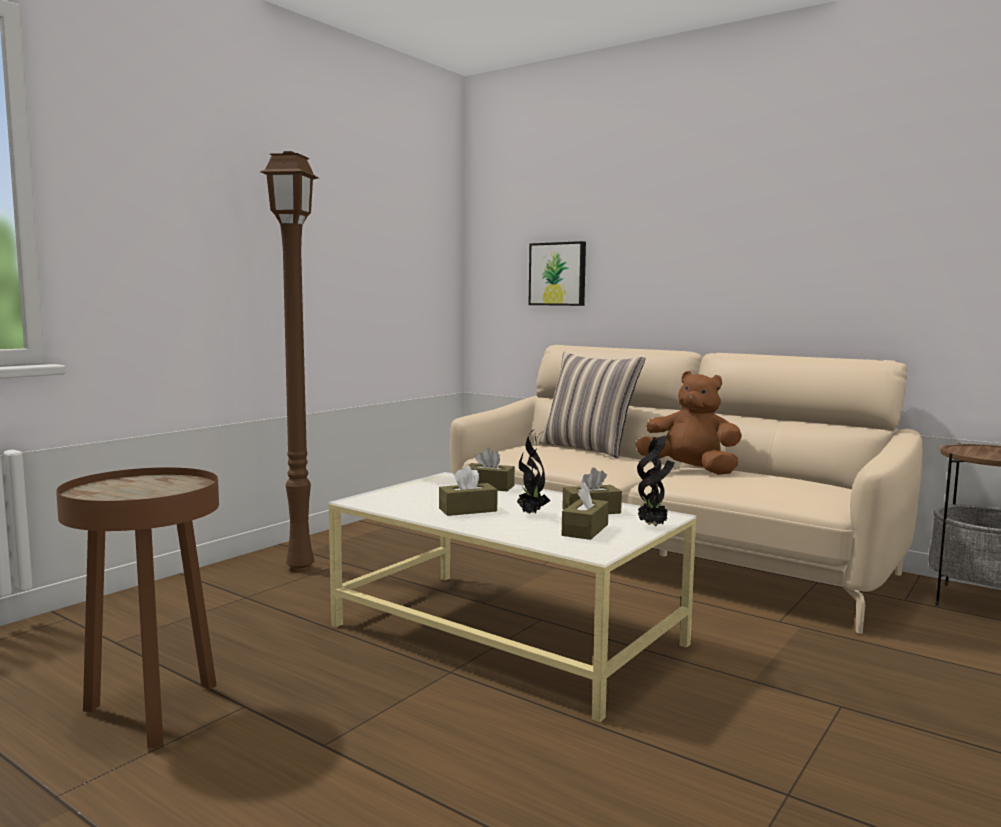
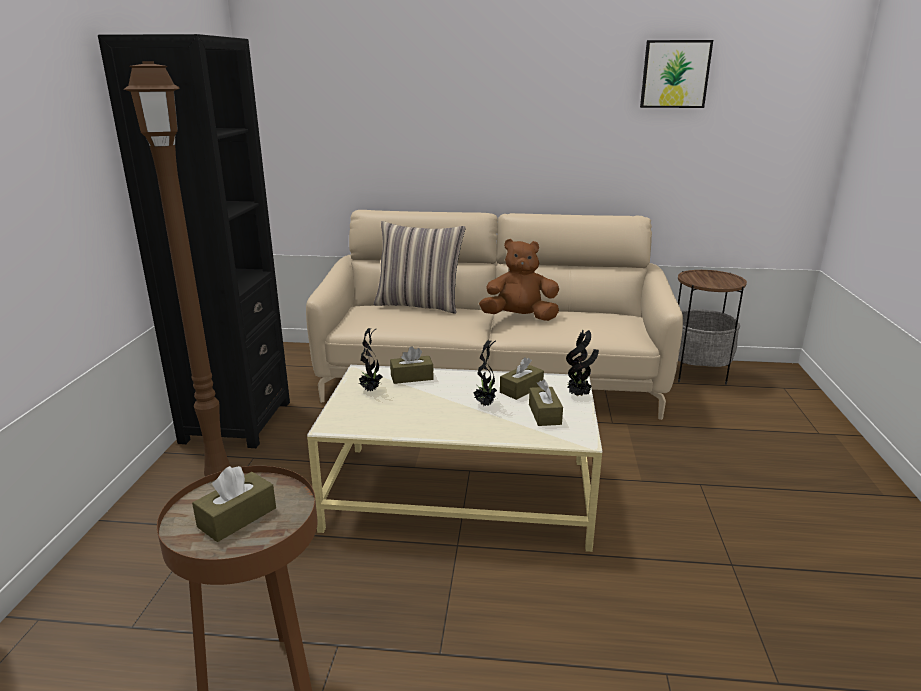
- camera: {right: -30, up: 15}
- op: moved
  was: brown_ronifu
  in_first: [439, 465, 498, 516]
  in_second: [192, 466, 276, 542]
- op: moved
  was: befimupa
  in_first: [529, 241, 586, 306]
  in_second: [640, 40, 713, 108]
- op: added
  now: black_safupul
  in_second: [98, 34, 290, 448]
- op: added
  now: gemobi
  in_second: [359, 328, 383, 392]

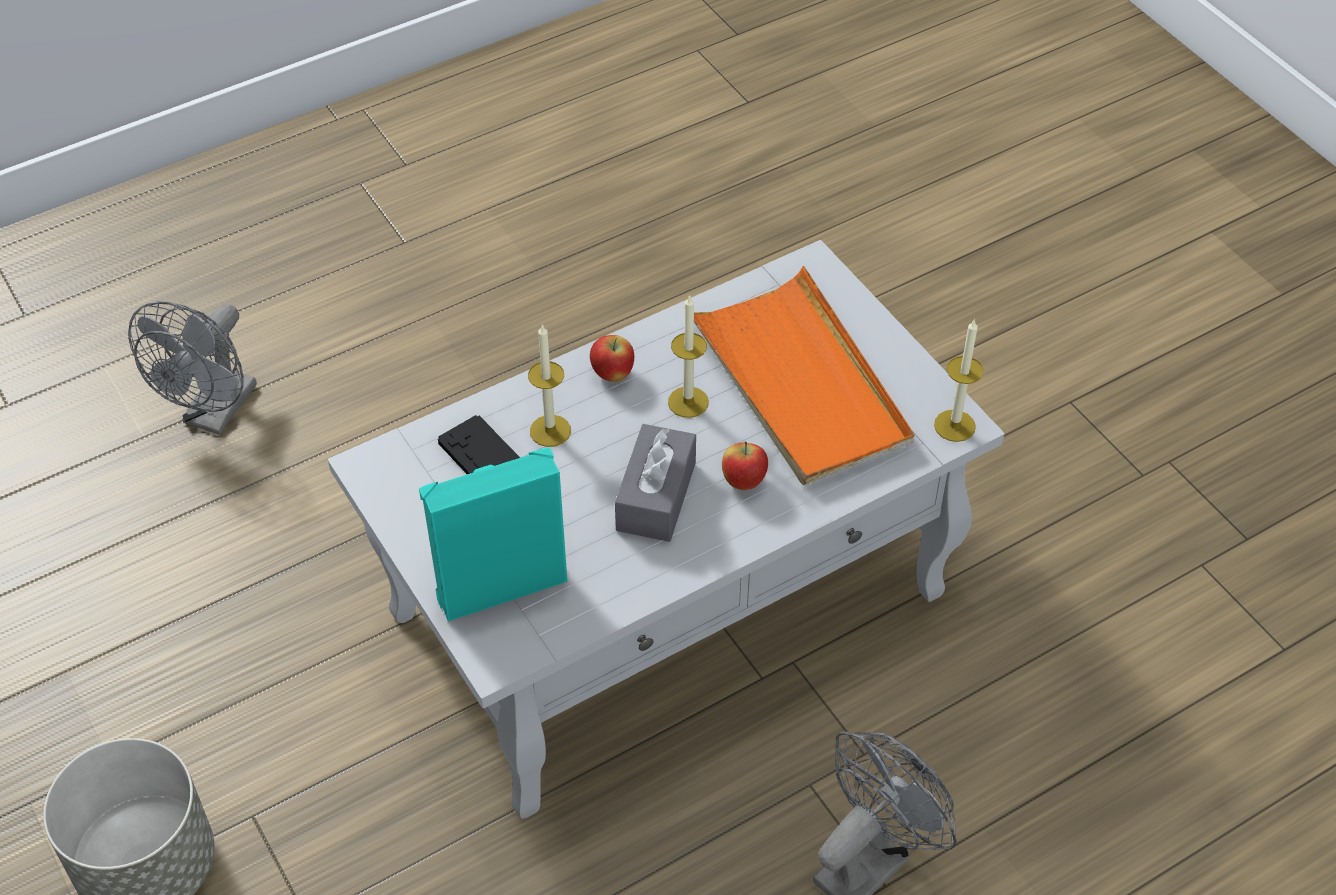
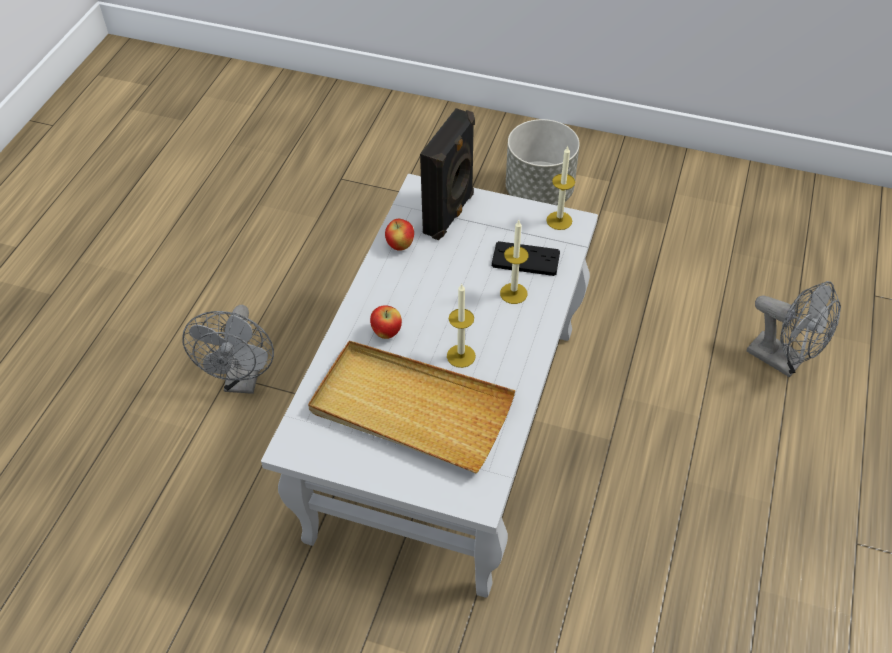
- camera: {right: 140, up: 0}
- op: turned
  was: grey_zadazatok
  in_first: [128, 301, 257, 435]
  in_second: [747, 281, 841, 378]
  clockwise: 150
- op: recoloured
  was: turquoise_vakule
  now: black_vakule
  in_first: [419, 447, 567, 621]
  in_second: [420, 108, 475, 240]
- op: moved
  was: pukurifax
  in_first: [590, 335, 634, 382]
  in_second: [385, 219, 414, 251]
- op: removed
  was: grey_ronifu
  in_first: [615, 424, 696, 542]
- op: recoloured
  was: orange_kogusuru
  now: beige_kogusuru
  in_first: [684, 266, 914, 485]
  in_second: [308, 340, 515, 473]
- op: moved
  was: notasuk
  in_first: [934, 319, 983, 442]
  in_second: [546, 146, 575, 230]

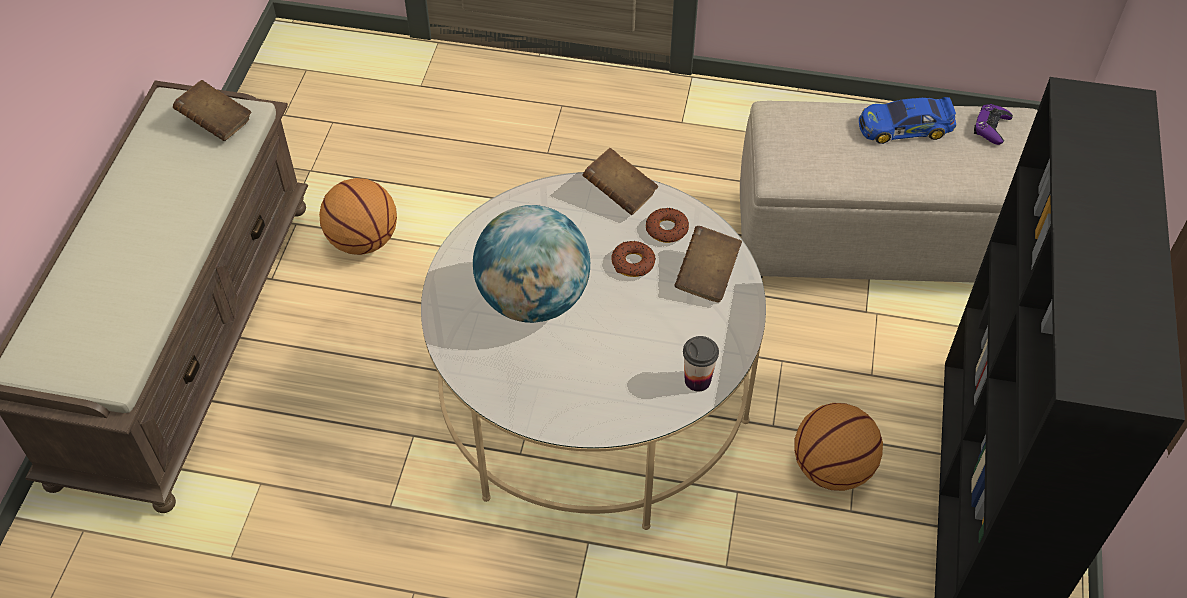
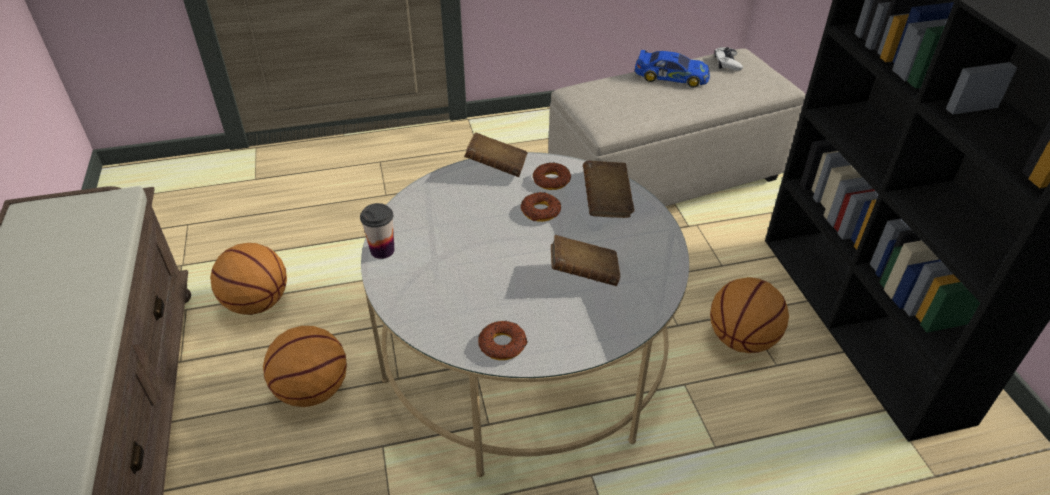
- camera: {right: -25, up: -10}
- op: moved
  was: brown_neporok
  in_first: [173, 80, 252, 141]
  in_second: [551, 235, 620, 286]
- op: removed
  was: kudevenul
  in_first: [473, 205, 590, 323]
- op: moved
  was: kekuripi
  in_first: [683, 336, 719, 391]
  in_second: [360, 203, 394, 259]
- op: turned
  was: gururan
  in_first: [859, 97, 956, 144]
  in_second: [635, 50, 710, 87]
  clockwise: -135
- op: recoloured
  was: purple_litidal
  now: white_litidal
  in_first: [974, 104, 1013, 145]
  in_second: [714, 47, 743, 71]
- op: added
  now: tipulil
  in_second: [263, 326, 347, 407]
- op: added
  now: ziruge
  in_second: [478, 321, 528, 360]

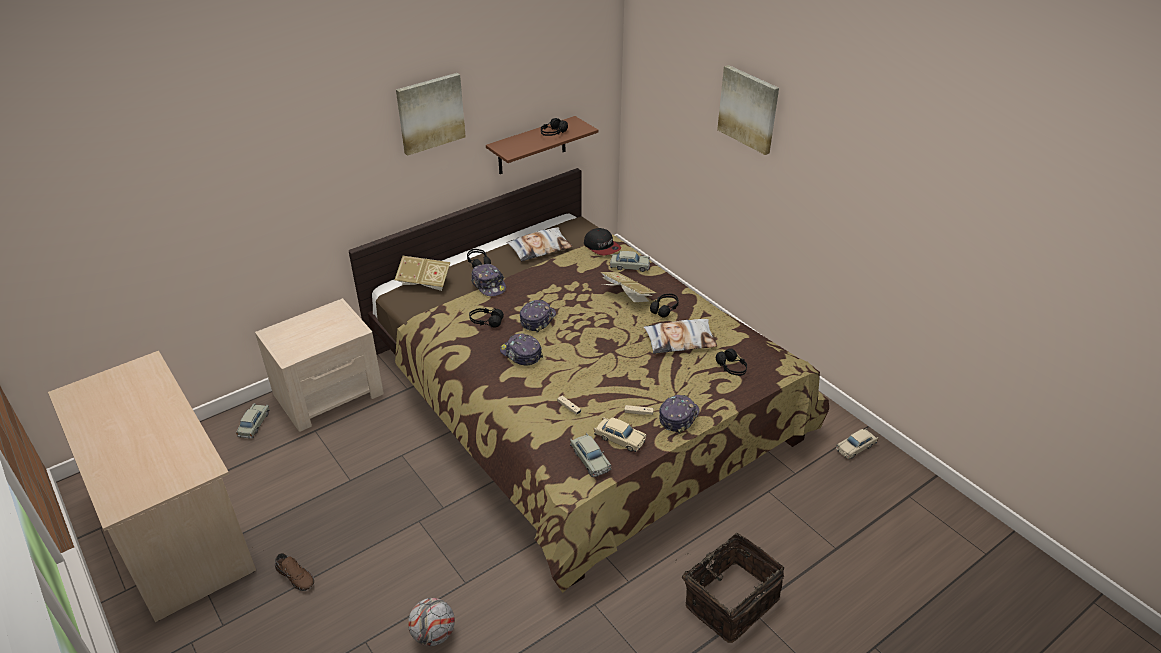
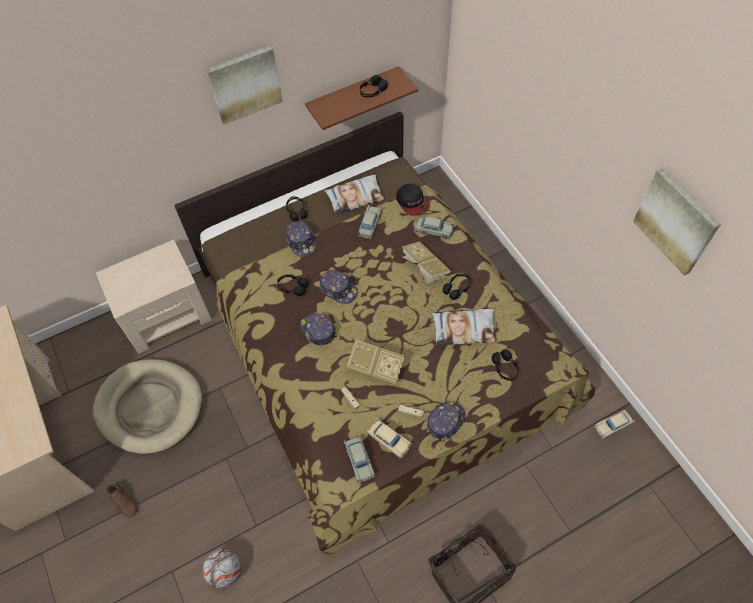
- camera: {right: 10, up: 20}
- op: moved
  was: beige_gururan
  in_first: [236, 403, 270, 438]
  in_second: [358, 205, 382, 239]
- op: moved
  was: neporok
  in_first: [395, 256, 450, 291]
  in_second: [346, 339, 405, 384]
- op: turned
  was: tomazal
  in_first: [520, 300, 556, 333]
  in_second: [319, 270, 358, 304]
  clockwise: 90
- op: moved
  was: befimupa
  in_first: [717, 65, 779, 155]
  in_second: [633, 168, 721, 276]
- op: added
  now: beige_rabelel
  in_second: [92, 359, 202, 454]

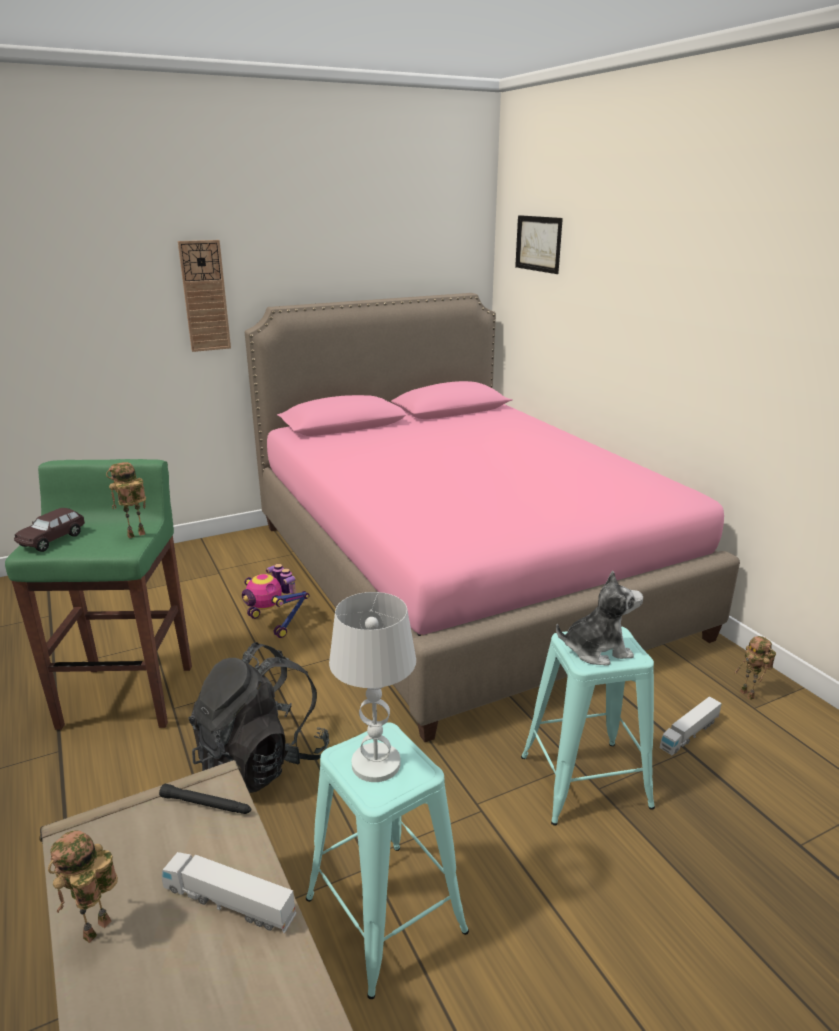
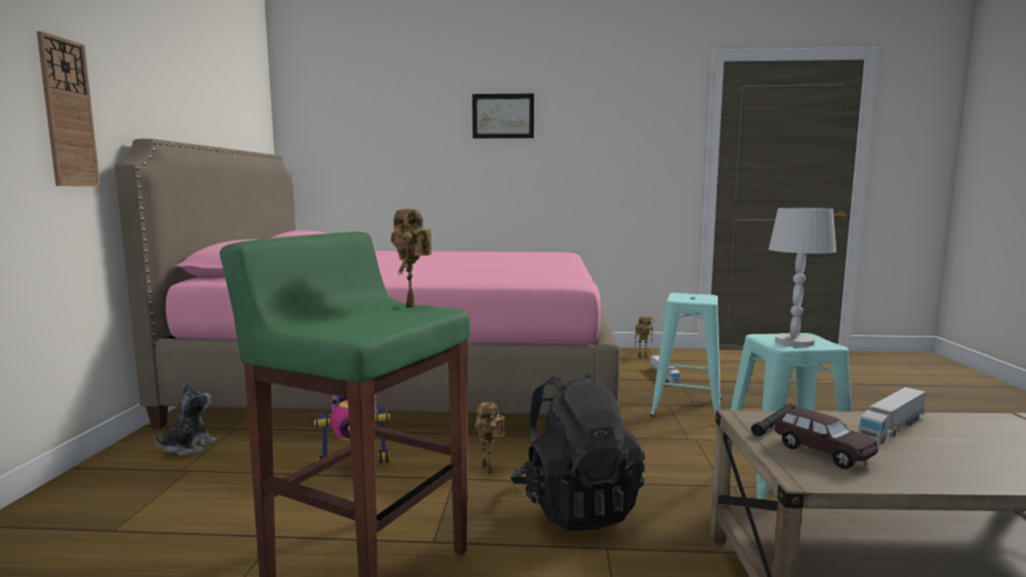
- camera: {right: -60, up: -15}
- op: moved
  was: brown_gururan
  in_first: [14, 508, 85, 552]
  in_second: [775, 408, 879, 469]
- op: moved
  was: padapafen
  in_first: [48, 830, 118, 943]
  in_second: [471, 402, 505, 474]
- op: moved
  was: befimupa
  in_first: [515, 215, 563, 274]
  in_second: [472, 93, 534, 138]
- op: moved
  was: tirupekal
  in_first: [556, 571, 643, 666]
  in_second: [155, 383, 217, 456]

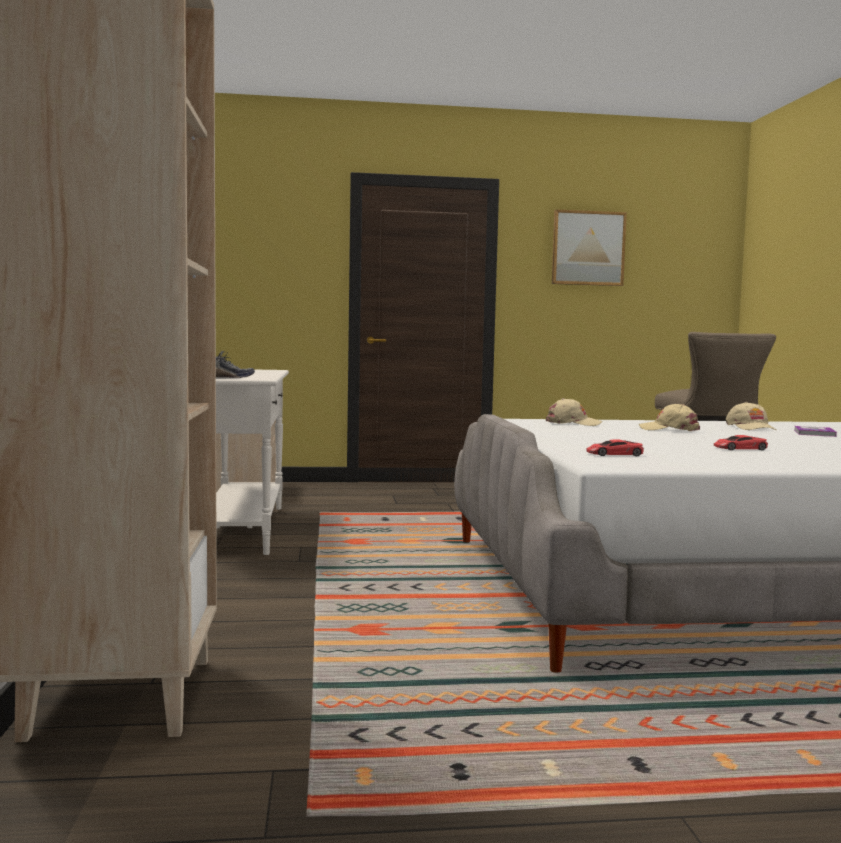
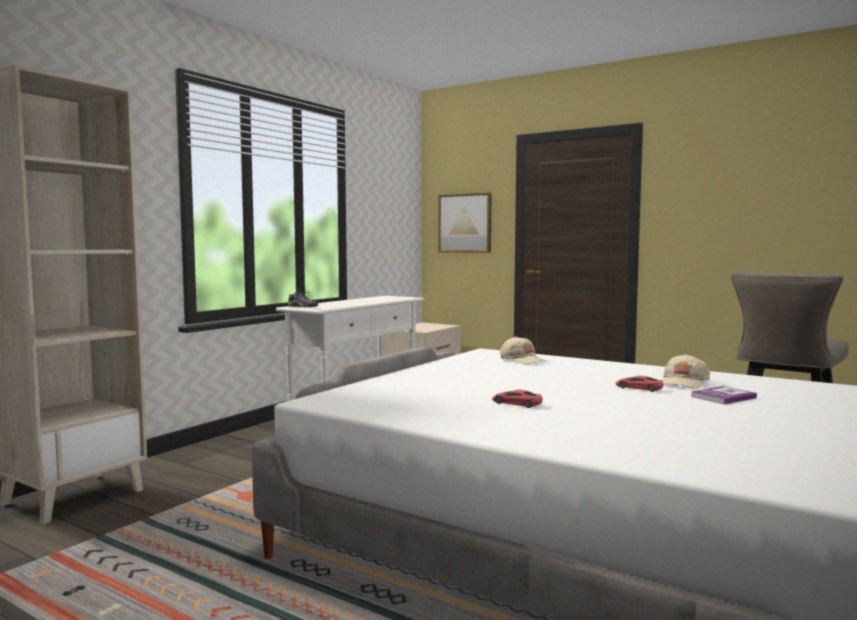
- camera: {right: 40, up: 0}
- op: moved
  was: befimupa
  in_first: [552, 209, 627, 286]
  in_second: [438, 193, 491, 253]
- op: moved
  was: red_gururan
  in_first: [587, 439, 644, 456]
  in_second: [615, 376, 664, 392]
- op: removed
  was: beige_tomazal
  in_first: [639, 404, 700, 431]

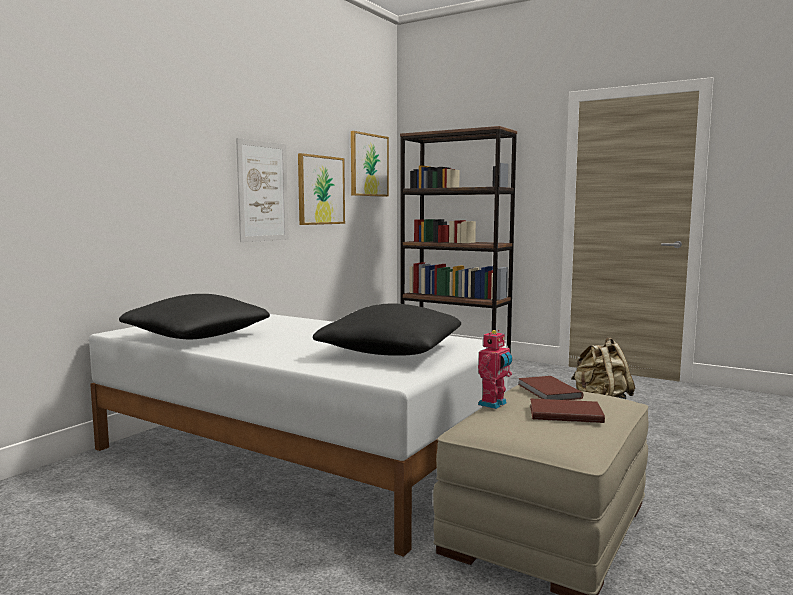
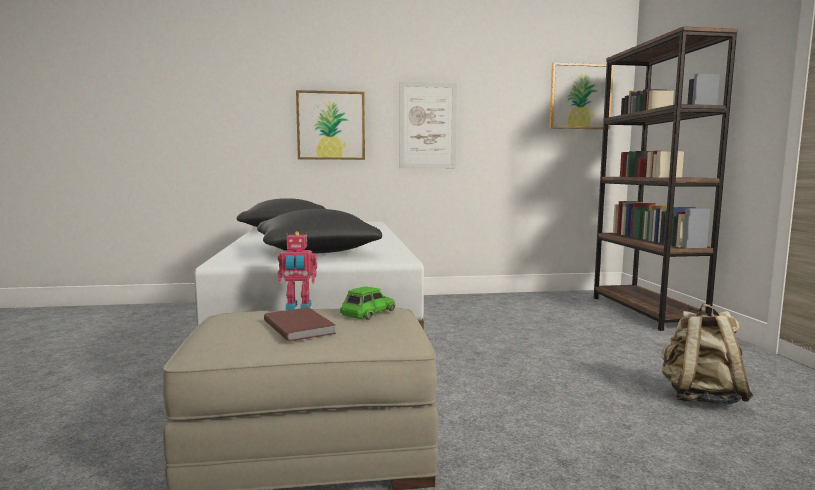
- camera: {right: 50, up: 0}
- op: moved
  was: befimupa
  in_first: [298, 153, 345, 225]
  in_second: [296, 90, 365, 160]
- op: replaced
  was: brown_neporok
  now: green_gururan
  in_first: [518, 376, 583, 400]
  in_second: [340, 286, 396, 320]

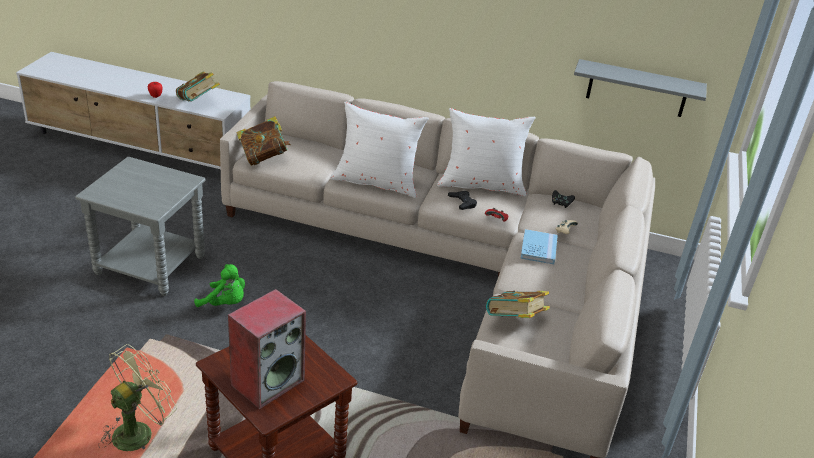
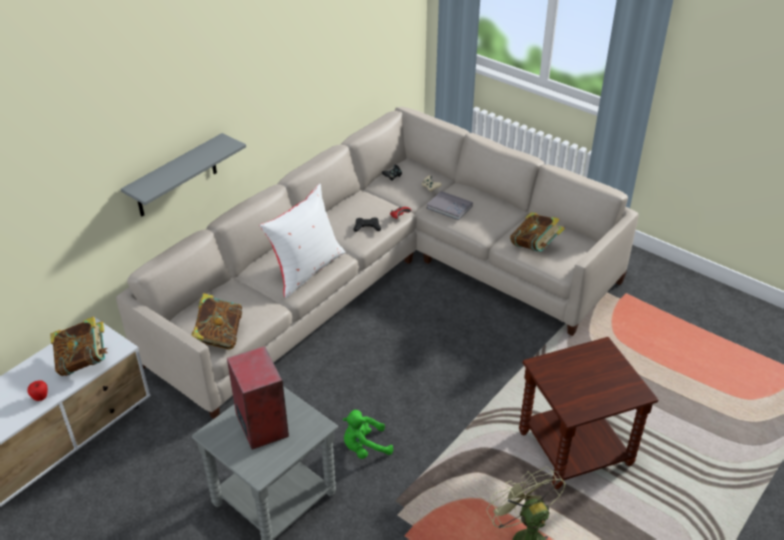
- camera: {right: -65, up: 5}
- op: turned
  was: green_tirupekal
  in_first: [194, 264, 245, 307]
  in_second: [343, 410, 393, 459]
  clockwise: -150
- op: moved
  was: vakule
  in_first: [228, 289, 306, 410]
  in_second: [227, 346, 289, 450]
- op: removed
  was: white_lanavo
  in_first: [437, 108, 536, 196]
- op: recoloured
  was: blue_neporok
  now: grey_neporok
  in_first: [520, 229, 558, 264]
  in_second: [427, 191, 473, 220]
- op: moved
  was: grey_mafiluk
  in_first: [574, 59, 707, 117]
  in_second: [121, 133, 246, 217]

